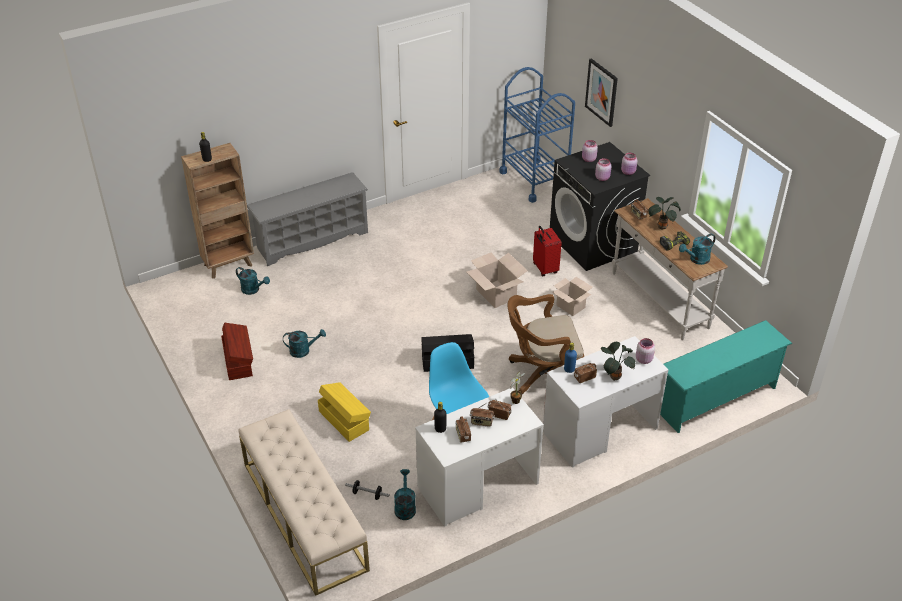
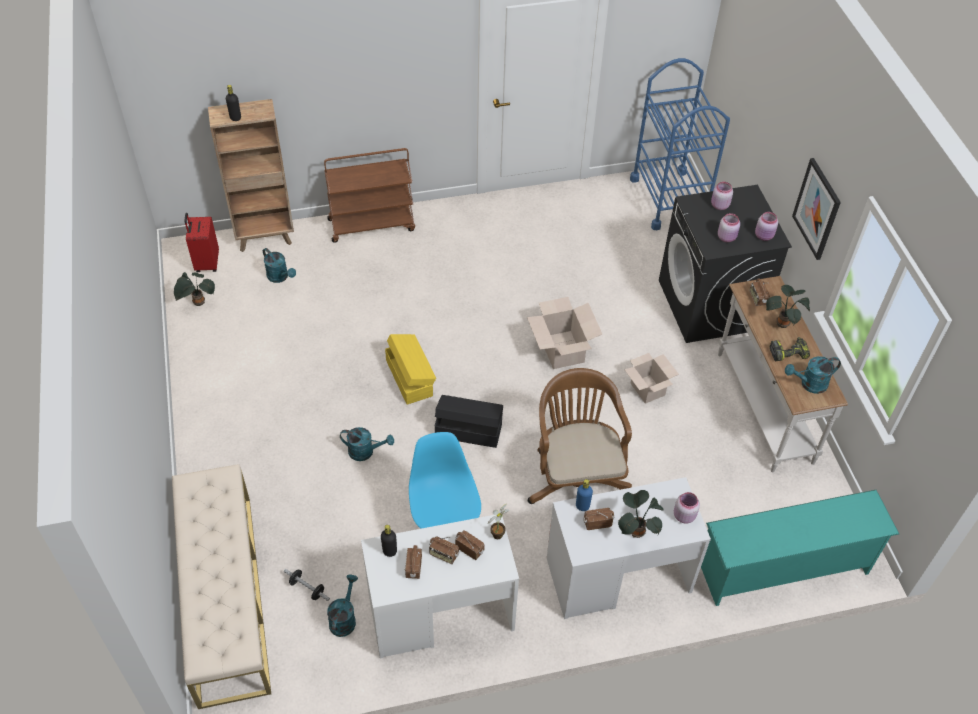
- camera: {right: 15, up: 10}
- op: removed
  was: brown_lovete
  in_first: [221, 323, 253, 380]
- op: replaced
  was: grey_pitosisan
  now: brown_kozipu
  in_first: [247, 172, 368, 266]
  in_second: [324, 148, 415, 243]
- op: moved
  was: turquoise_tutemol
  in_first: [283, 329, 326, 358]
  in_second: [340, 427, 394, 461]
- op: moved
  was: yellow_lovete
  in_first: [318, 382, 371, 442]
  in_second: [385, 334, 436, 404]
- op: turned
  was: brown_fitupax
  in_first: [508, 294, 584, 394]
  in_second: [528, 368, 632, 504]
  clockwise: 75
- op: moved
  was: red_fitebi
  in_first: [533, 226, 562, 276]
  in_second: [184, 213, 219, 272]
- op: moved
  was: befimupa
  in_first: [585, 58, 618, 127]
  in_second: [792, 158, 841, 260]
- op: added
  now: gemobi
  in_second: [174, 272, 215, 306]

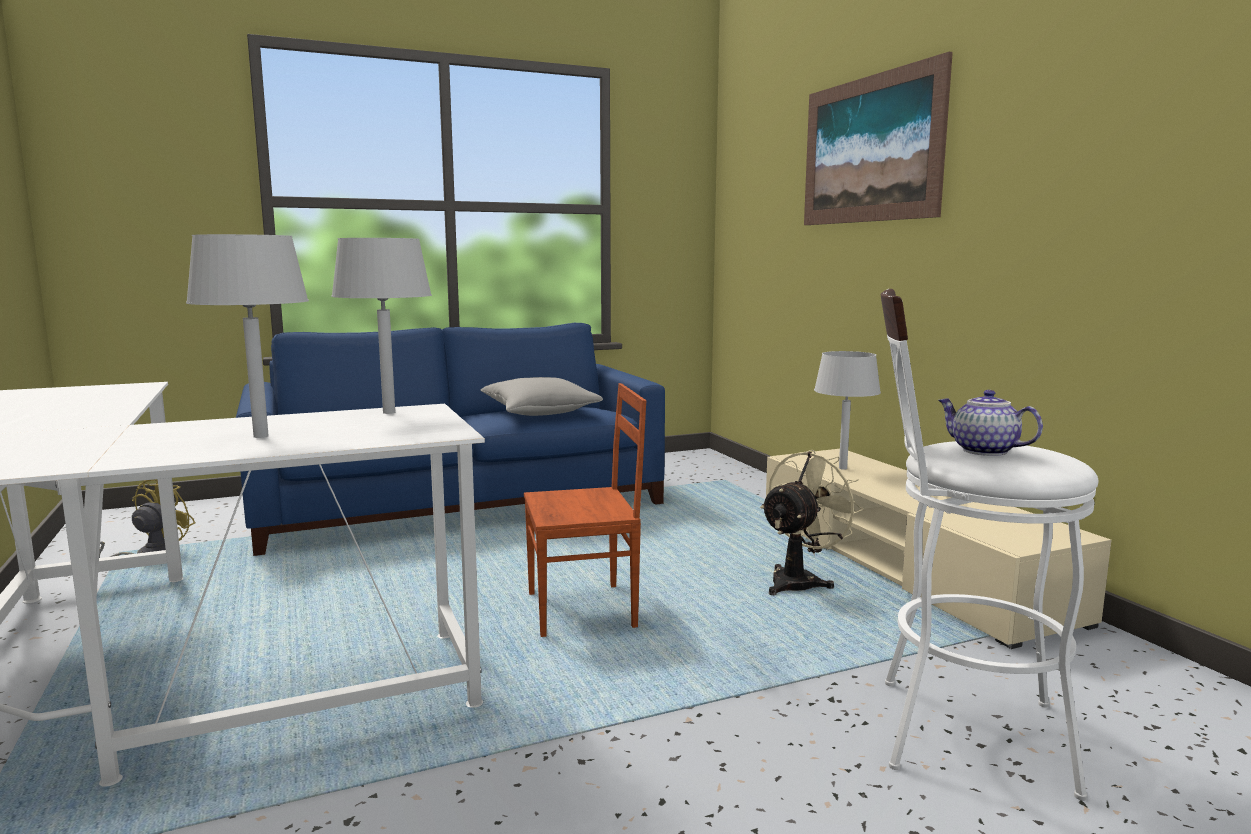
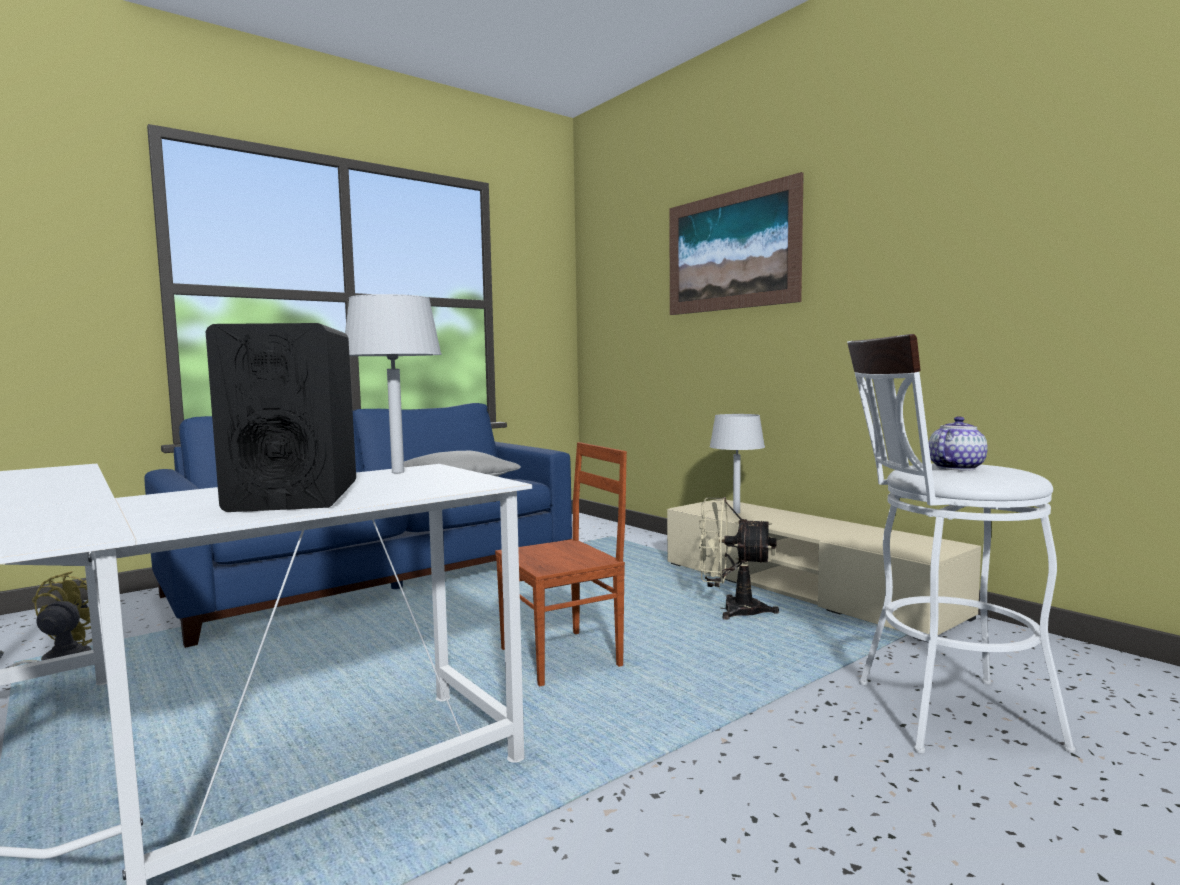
- camera: {right: -15, up: -5}
- op: replaced
  was: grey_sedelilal
  now: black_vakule
  in_first: [186, 234, 309, 438]
  in_second: [205, 323, 356, 512]
- op: turned
  was: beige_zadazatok
  in_first: [760, 450, 864, 595]
  in_second: [699, 497, 779, 620]
  clockwise: -105
- op: turned
  was: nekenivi
  in_first: [938, 390, 1043, 456]
  in_second: [928, 417, 988, 470]
  clockwise: 105

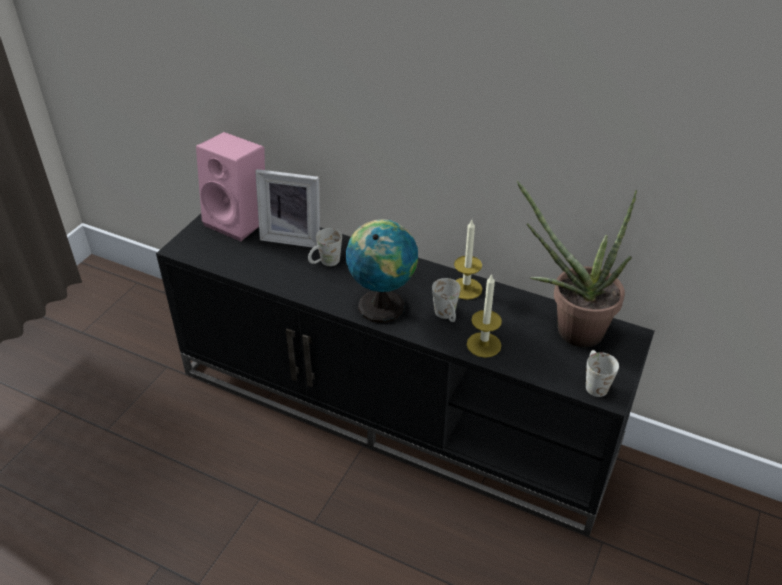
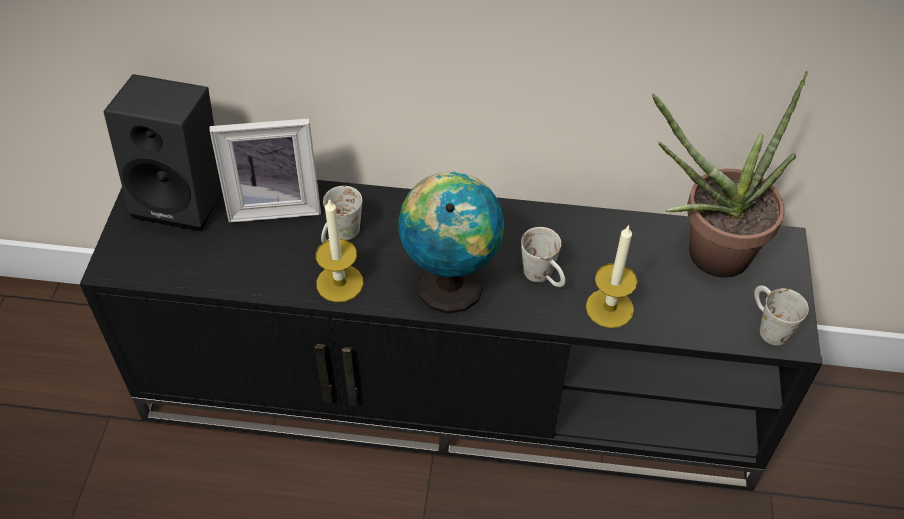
- camera: {right: -20, up: 10}
- op: recoloured
  was: pink_vakule
  now: black_vakule
  in_first: [196, 132, 265, 241]
  in_second: [104, 74, 222, 232]
- op: moved
  was: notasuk
  in_first: [454, 220, 482, 300]
  in_second: [316, 198, 363, 302]

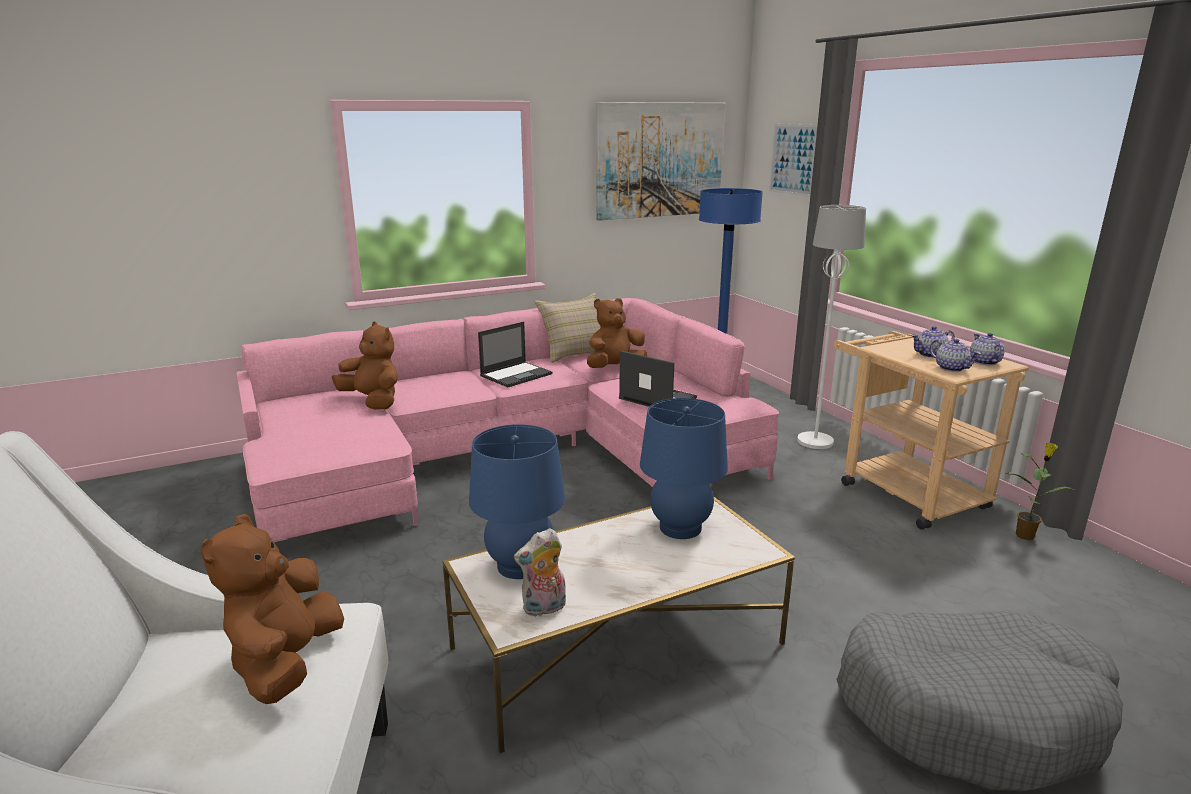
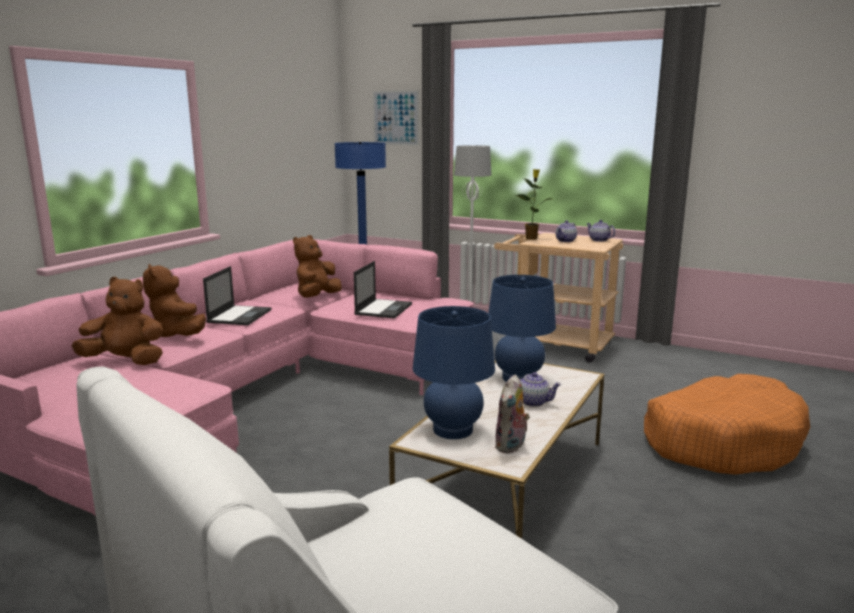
- camera: {right: -35, up: -5}
- op: moved
  was: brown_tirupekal
  in_first: [200, 514, 344, 704]
  in_second: [143, 264, 206, 337]
- op: removed
  was: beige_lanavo
  in_first: [534, 293, 601, 363]
- op: removed
  was: befimupa
  in_first: [596, 102, 726, 221]
- op: turned
  was: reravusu
  in_first: [619, 350, 697, 407]
  in_second: [354, 261, 412, 319]
  clockwise: 105
- op: recoloured
  was: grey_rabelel
  now: orange_rabelel
  in_first: [836, 611, 1123, 791]
  in_second: [644, 374, 810, 475]
- op: moved
  was: nekenivi
  in_first: [929, 339, 981, 372]
  in_second: [508, 372, 562, 407]
- op: moved
  was: gemobi
  in_first: [1004, 442, 1074, 540]
  in_second: [515, 169, 551, 240]

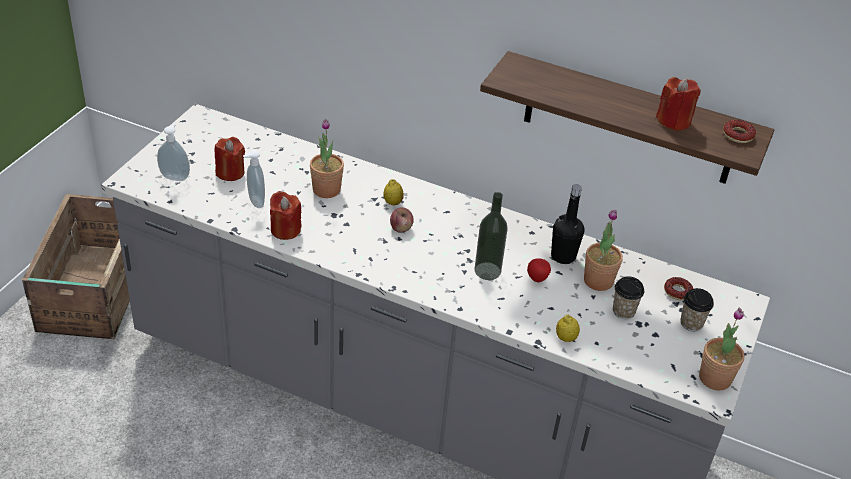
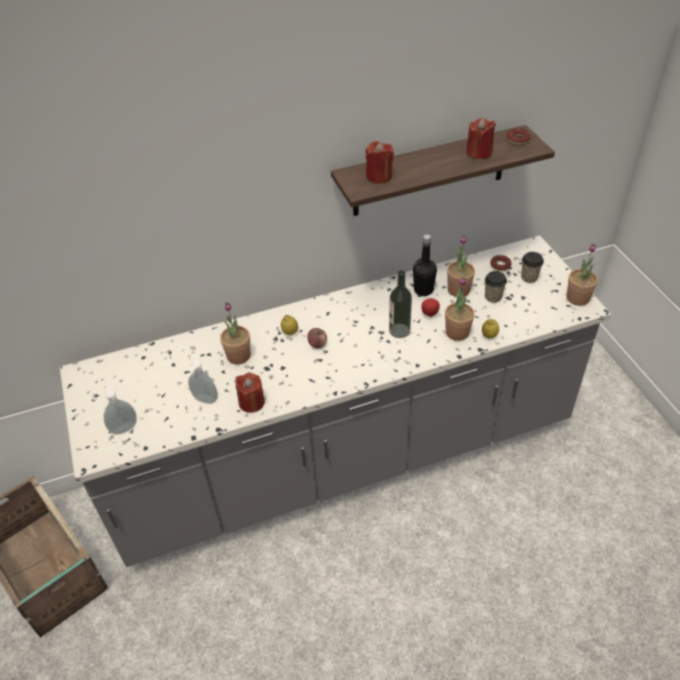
- camera: {right: -40, up: 5}
- op: moved
  was: red_notasuk
  in_first: [215, 137, 245, 181]
  in_second: [366, 141, 394, 184]
- op: added
  now: gemobi
  in_second: [445, 277, 474, 341]

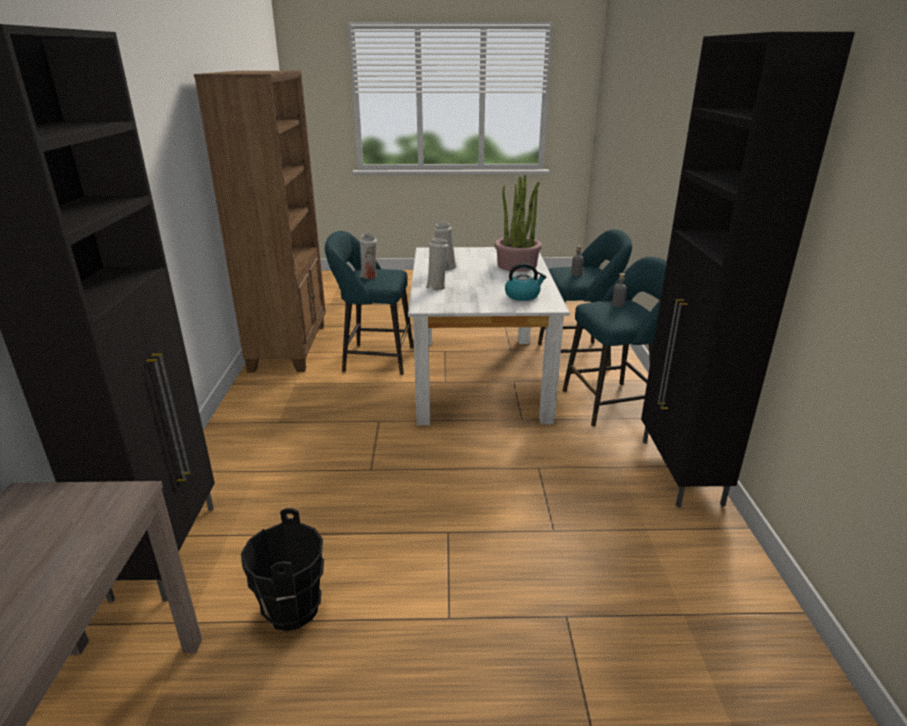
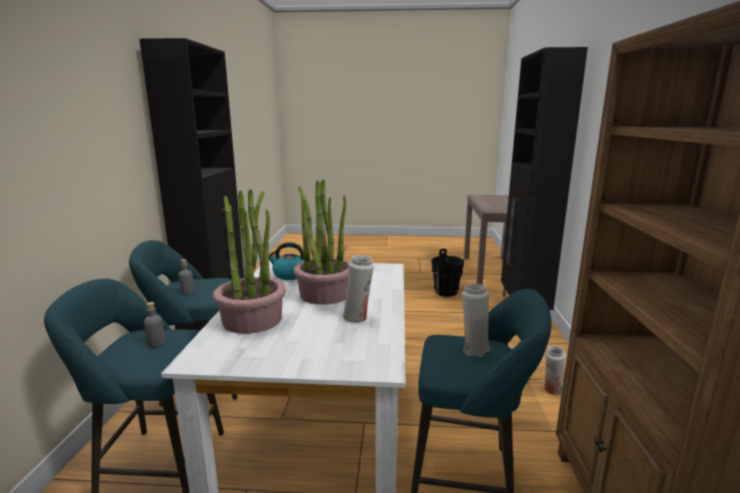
- camera: {right: -175, up: -10}
- op: moved
  was: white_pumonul
  in_first: [426, 238, 448, 290]
  in_second: [544, 346, 566, 395]
- op: added
  now: gemobi
  in_second: [294, 179, 350, 305]

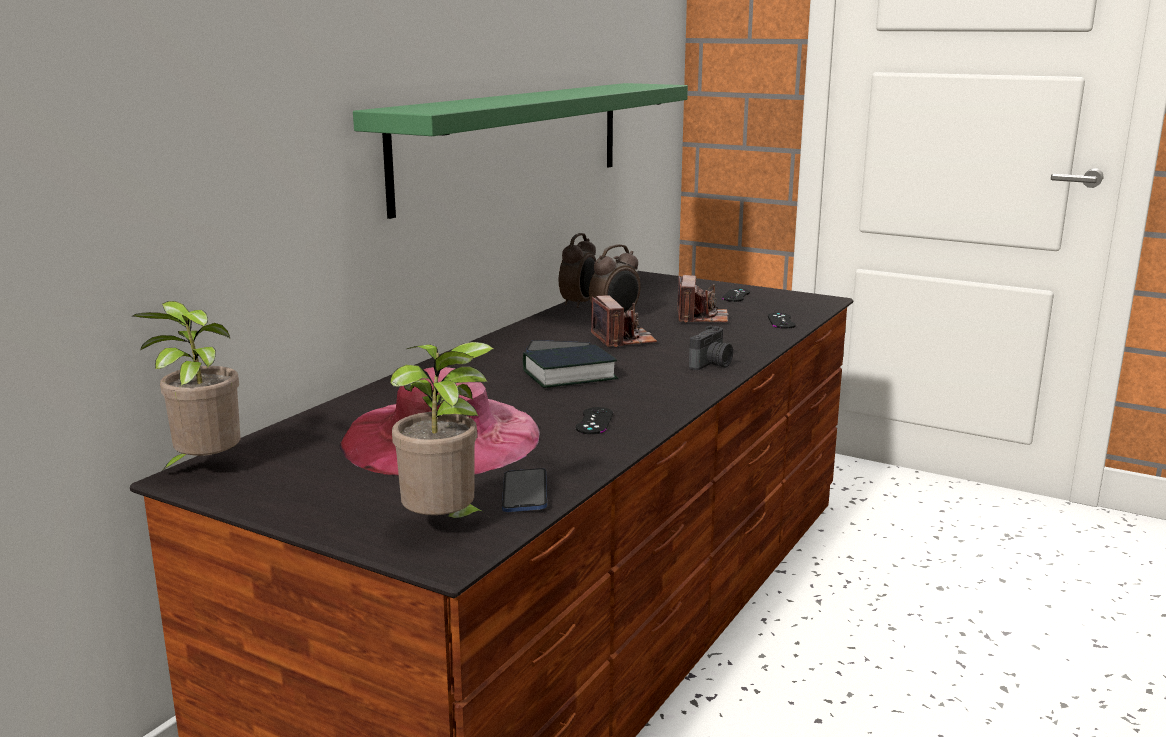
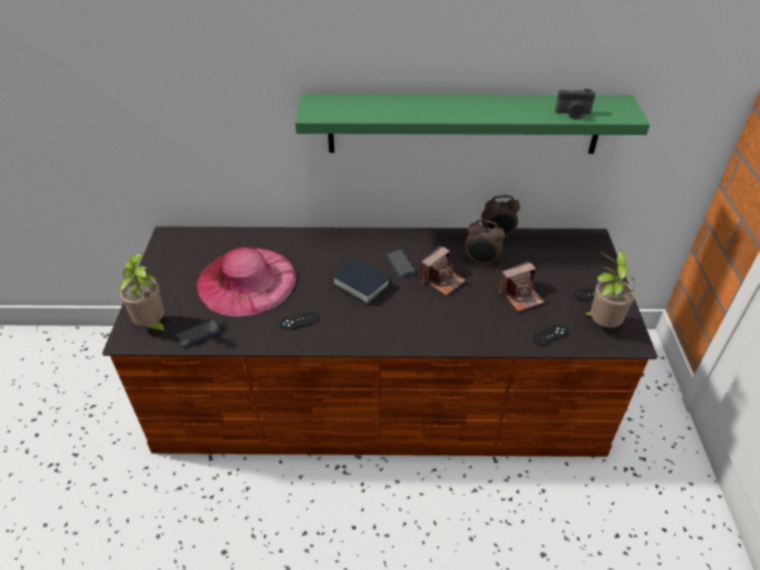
- camera: {right: 60, up: 25}
- op: moved
  was: gemobi
  in_first: [133, 301, 241, 472]
  in_second: [584, 249, 635, 328]
- op: moved
  was: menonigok
  in_first: [689, 325, 733, 370]
  in_second: [555, 89, 595, 120]

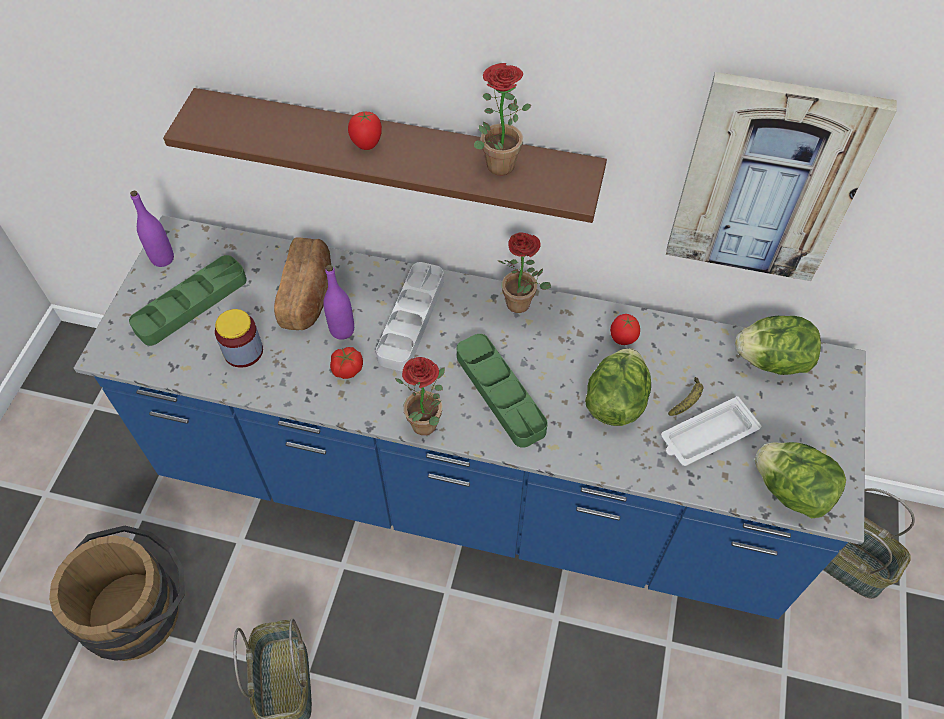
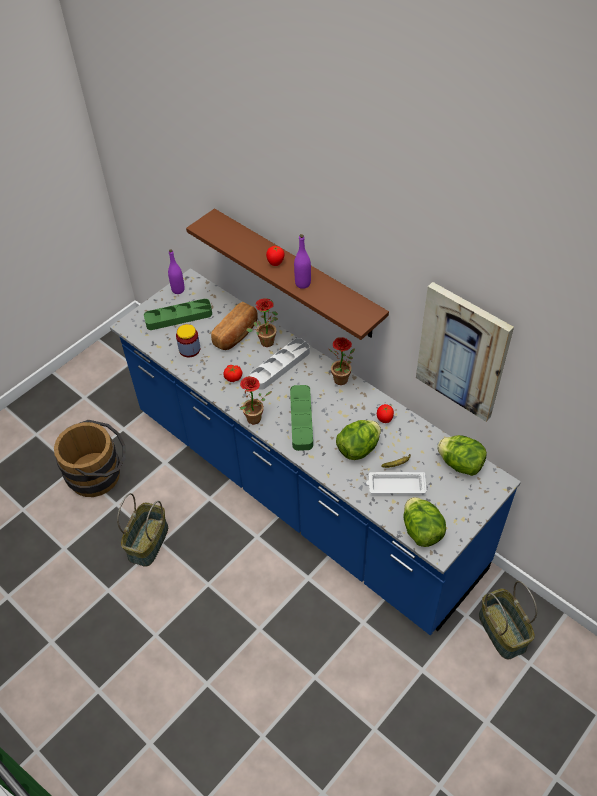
- camera: {right: 30, up: -5}
- op: moved
  was: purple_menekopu
  in_first: [323, 265, 354, 340]
  in_second: [294, 234, 311, 289]
- op: moved
  was: gemobi
  in_first: [474, 63, 531, 176]
  in_second: [246, 298, 278, 347]

